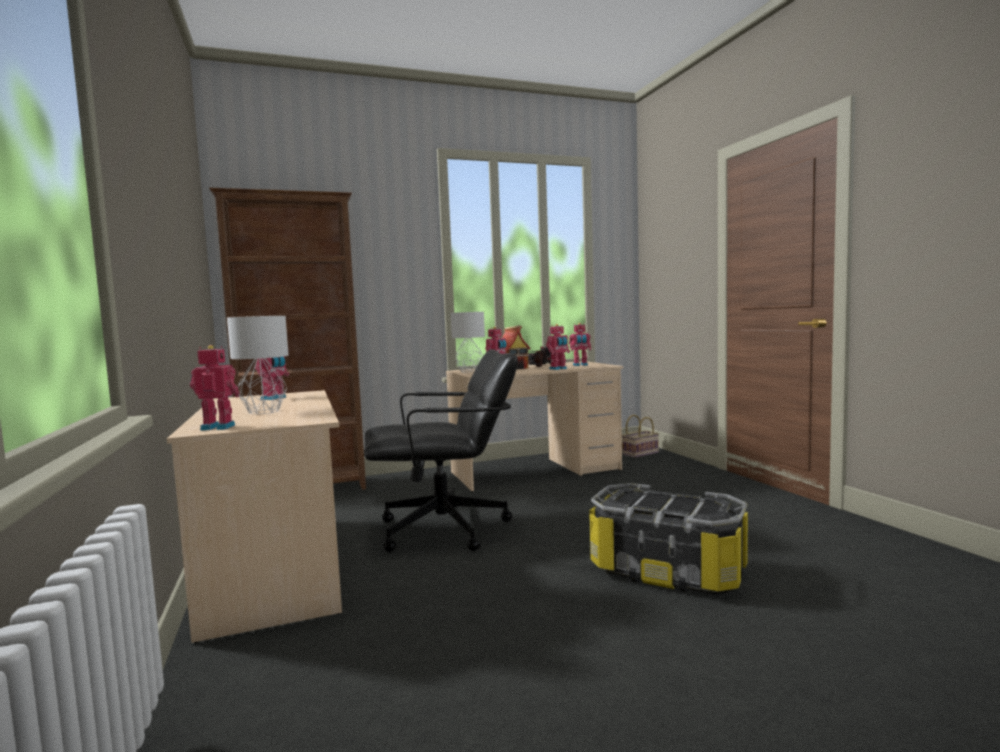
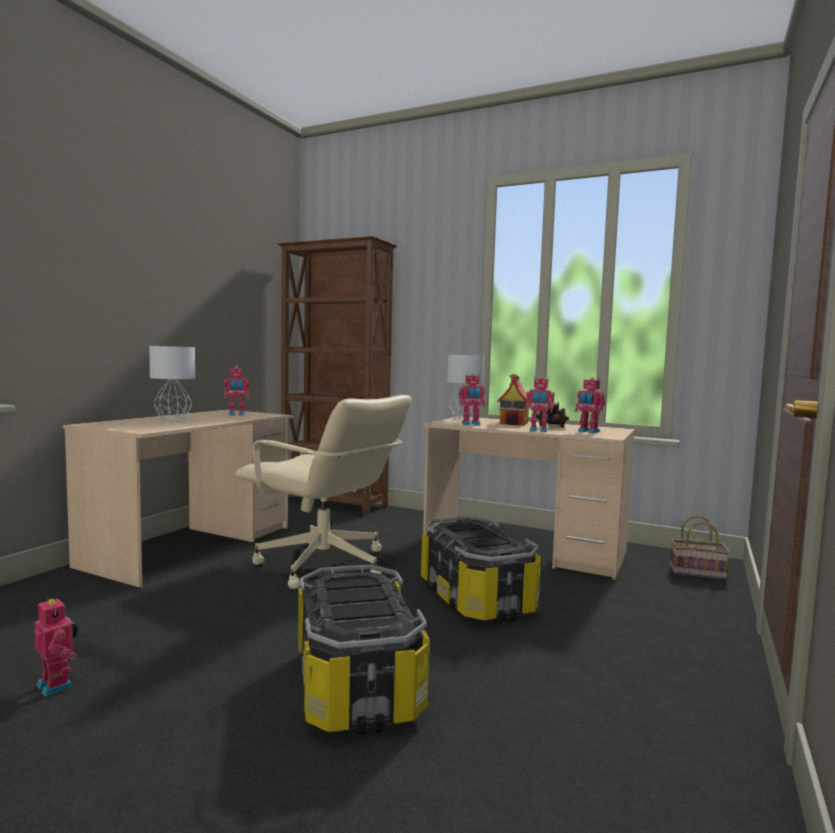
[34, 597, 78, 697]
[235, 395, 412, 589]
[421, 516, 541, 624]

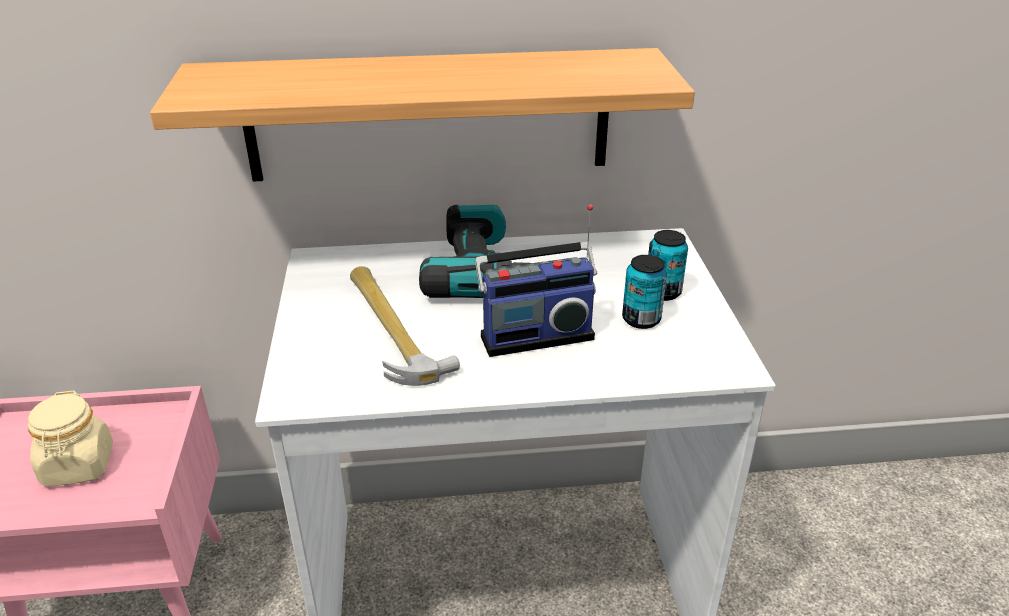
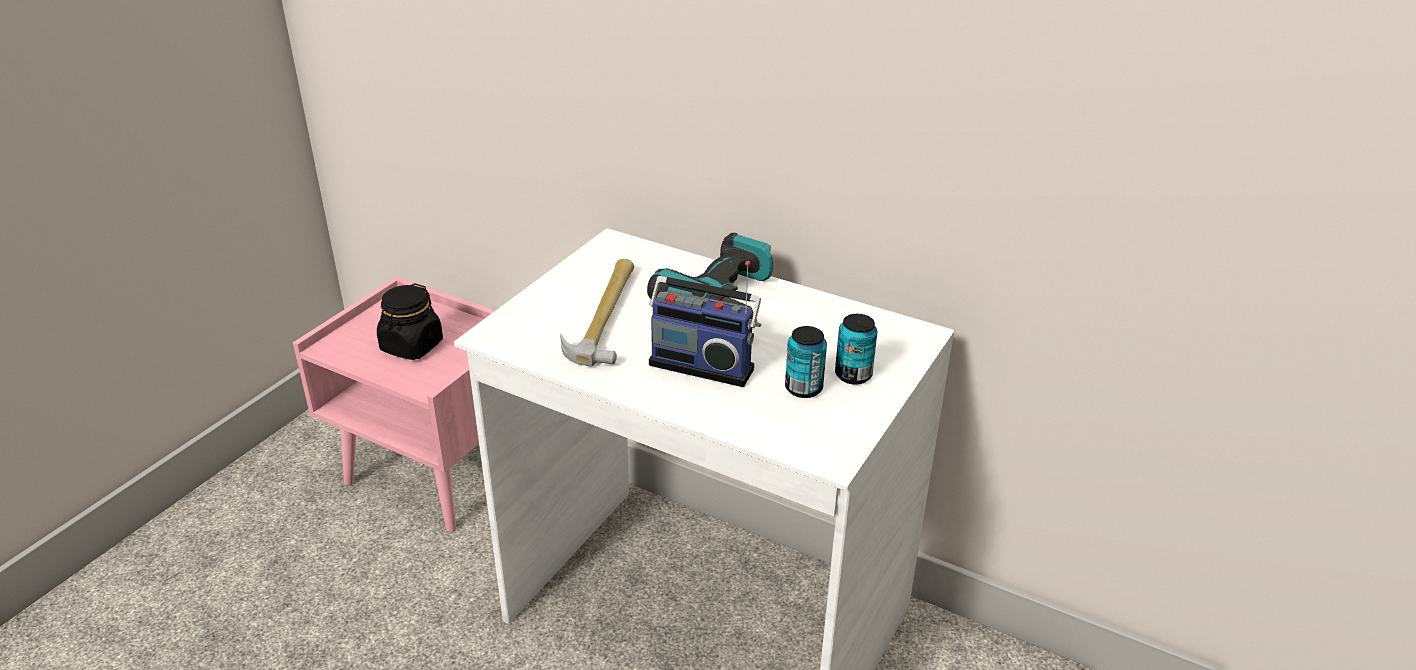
[377, 283, 443, 360]
[150, 48, 695, 182] (first image)

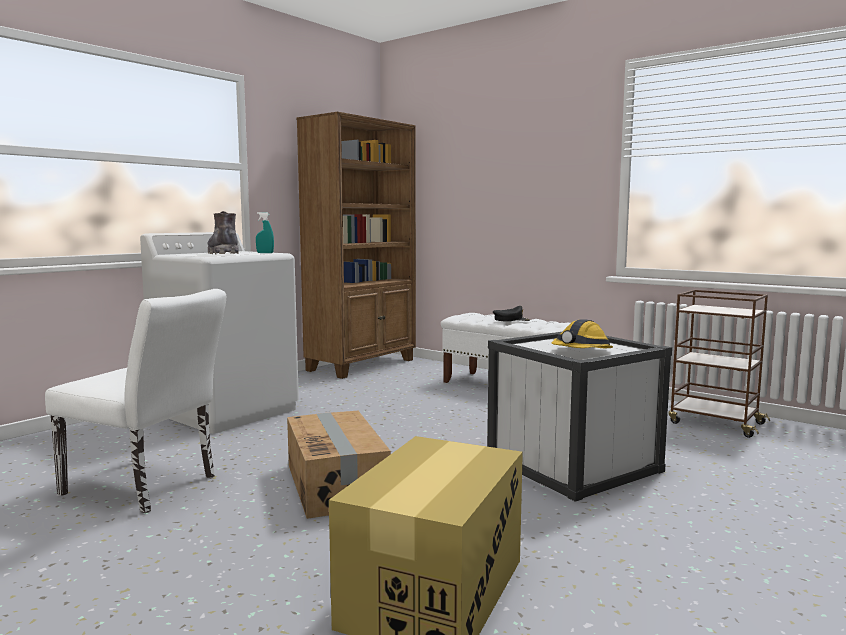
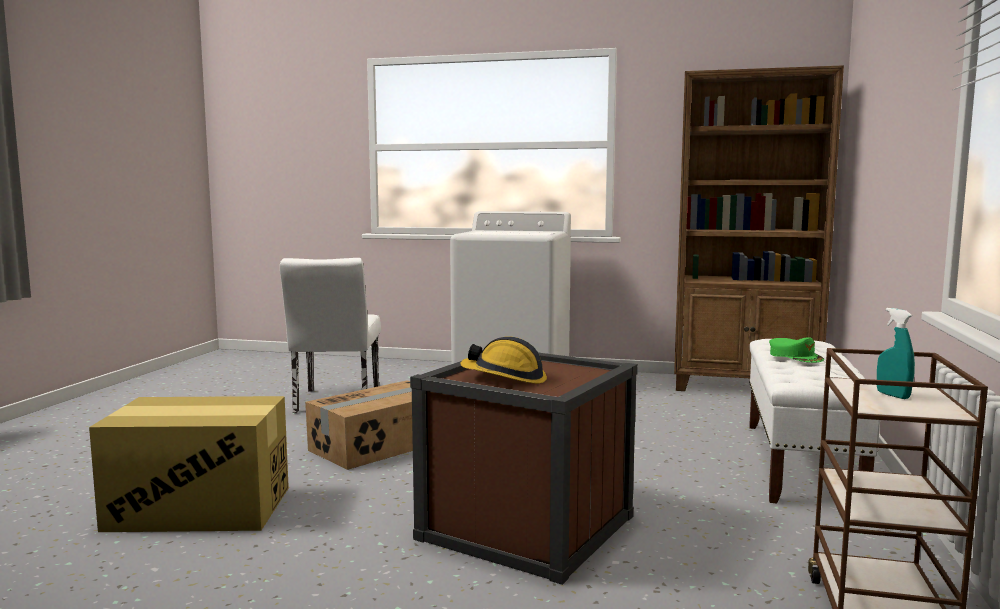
[208, 211, 239, 254] (first image)
[877, 308, 915, 399]
[410, 353, 638, 585]
[769, 337, 824, 363]

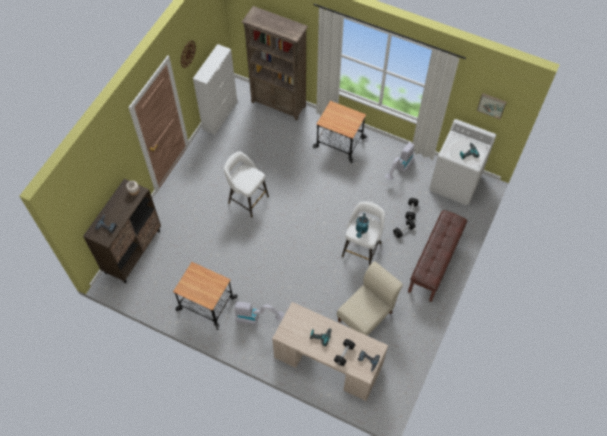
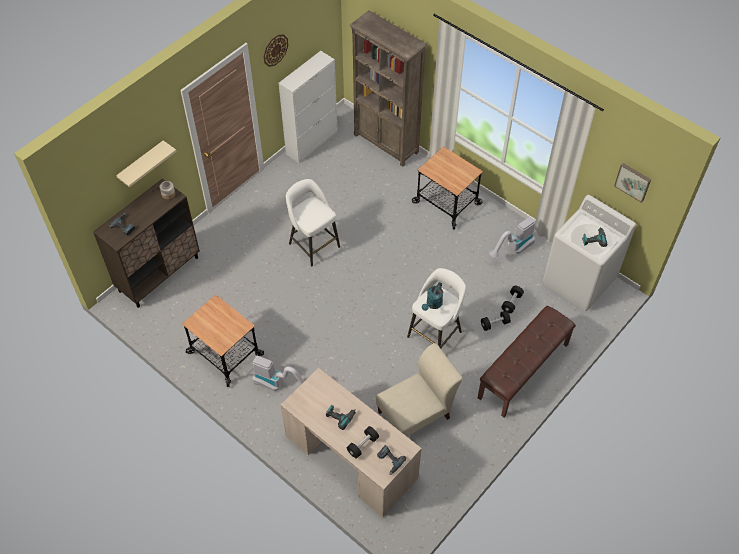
[116, 140, 177, 187]

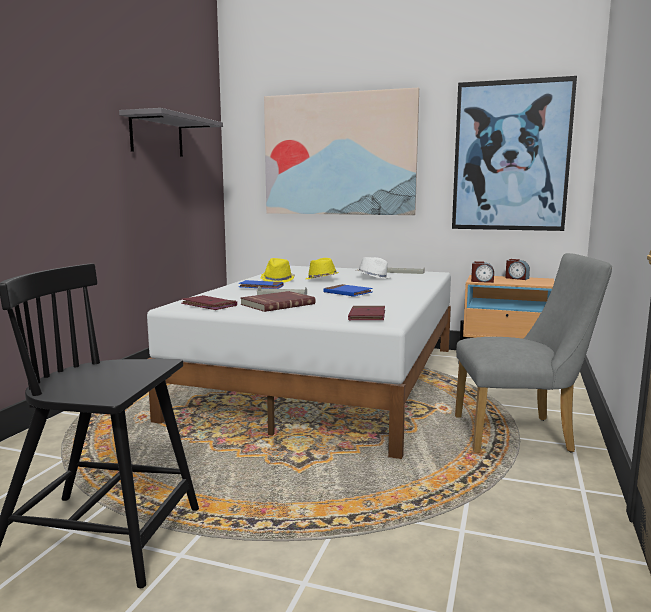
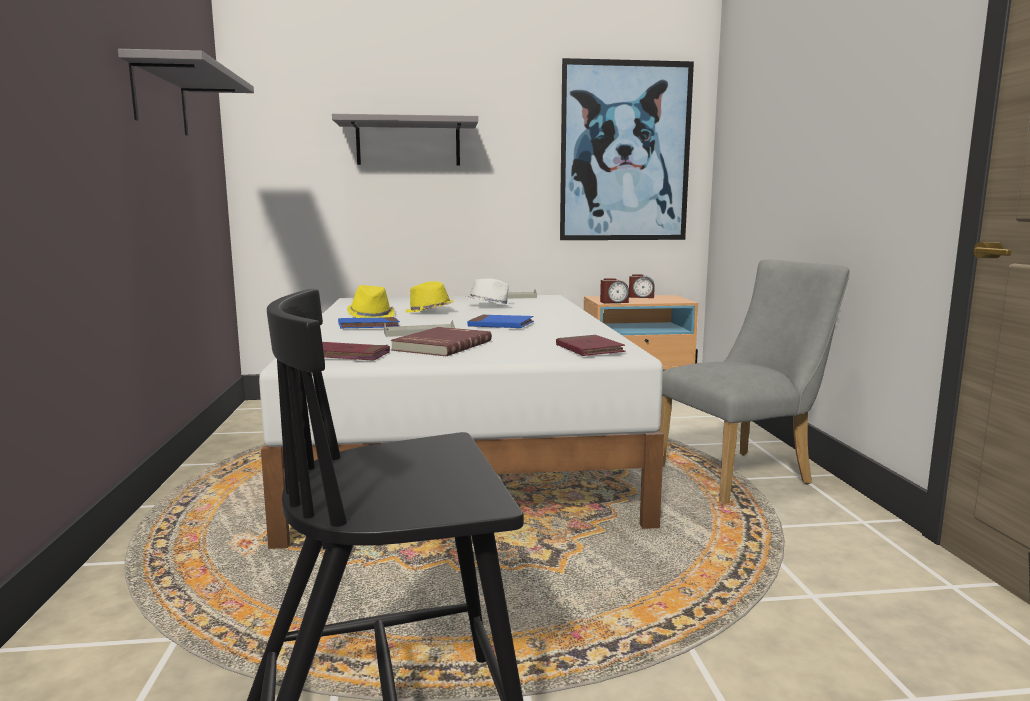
[332, 114, 478, 166]

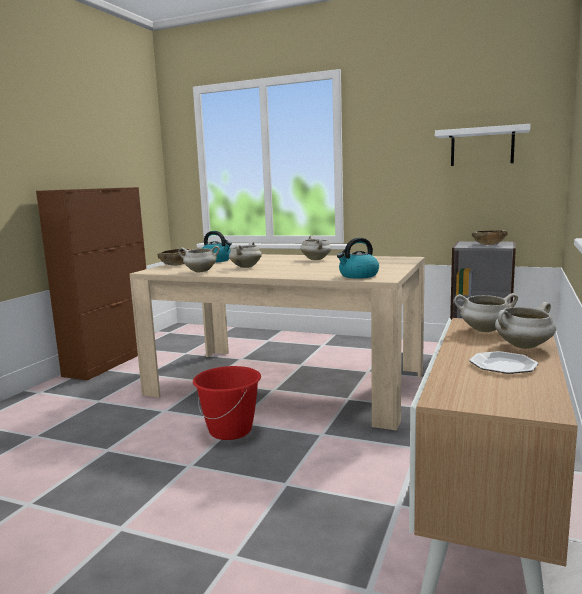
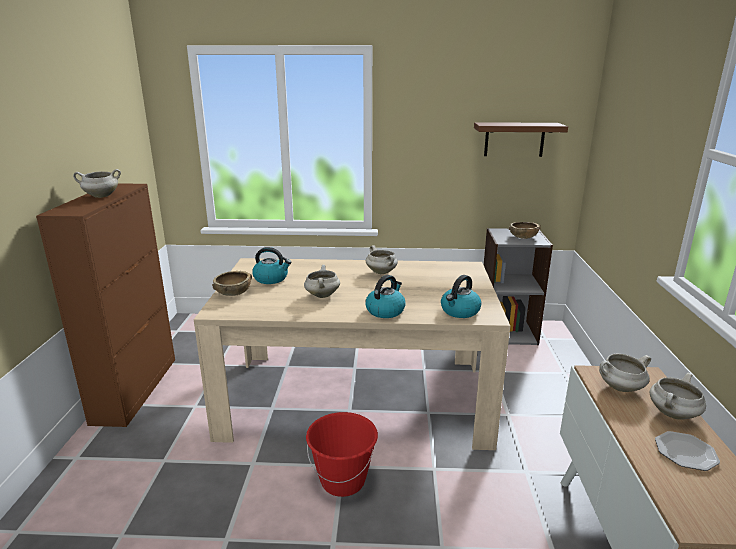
[73, 169, 121, 198]
[474, 122, 568, 157]
[365, 275, 406, 318]

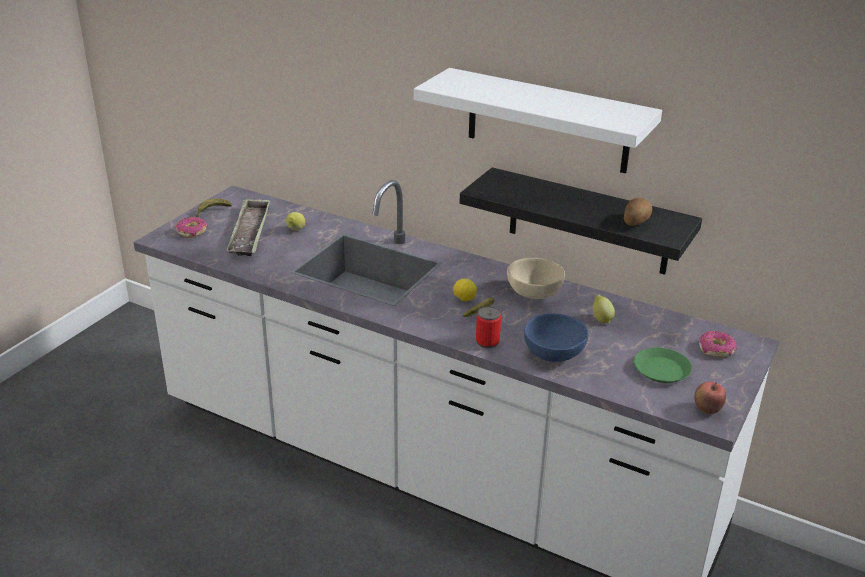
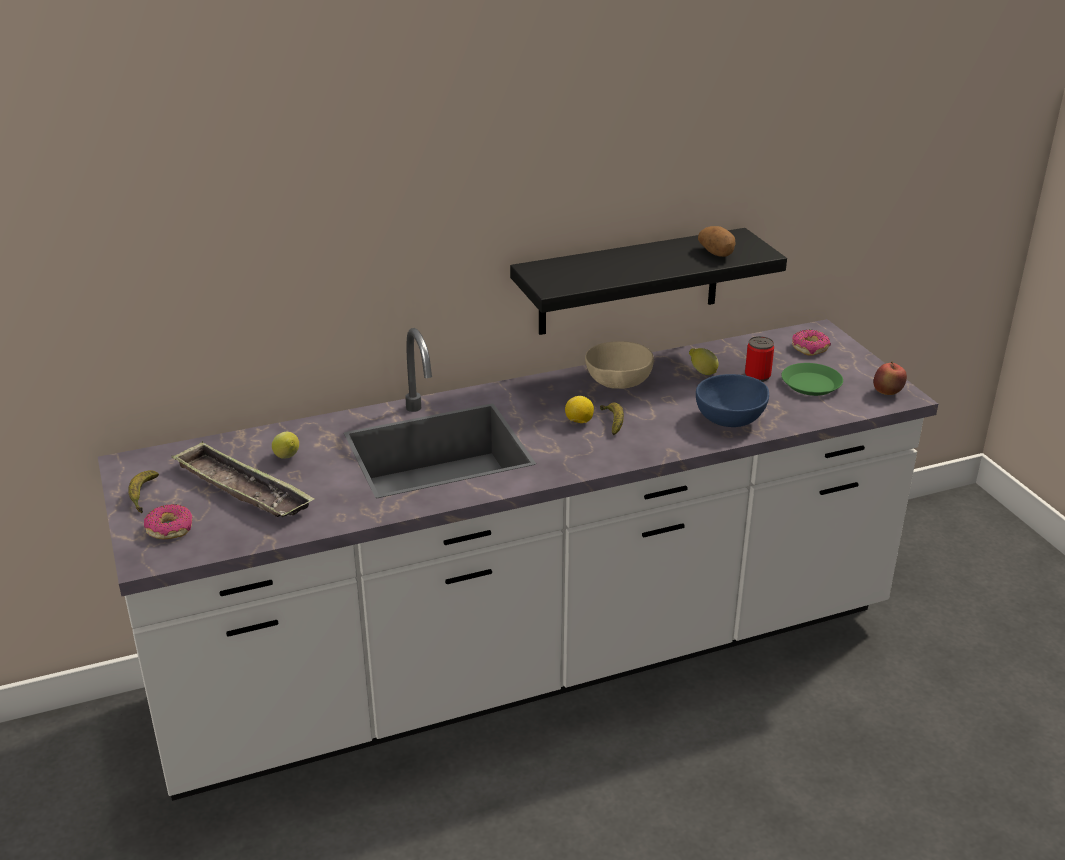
[414, 68, 662, 173] (first image)
[745, 336, 774, 382]

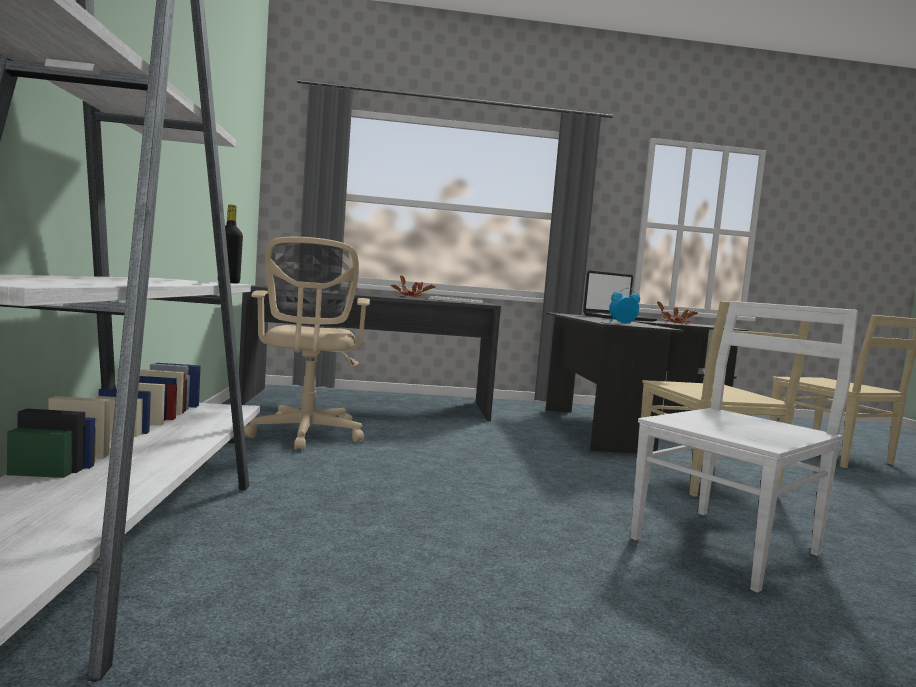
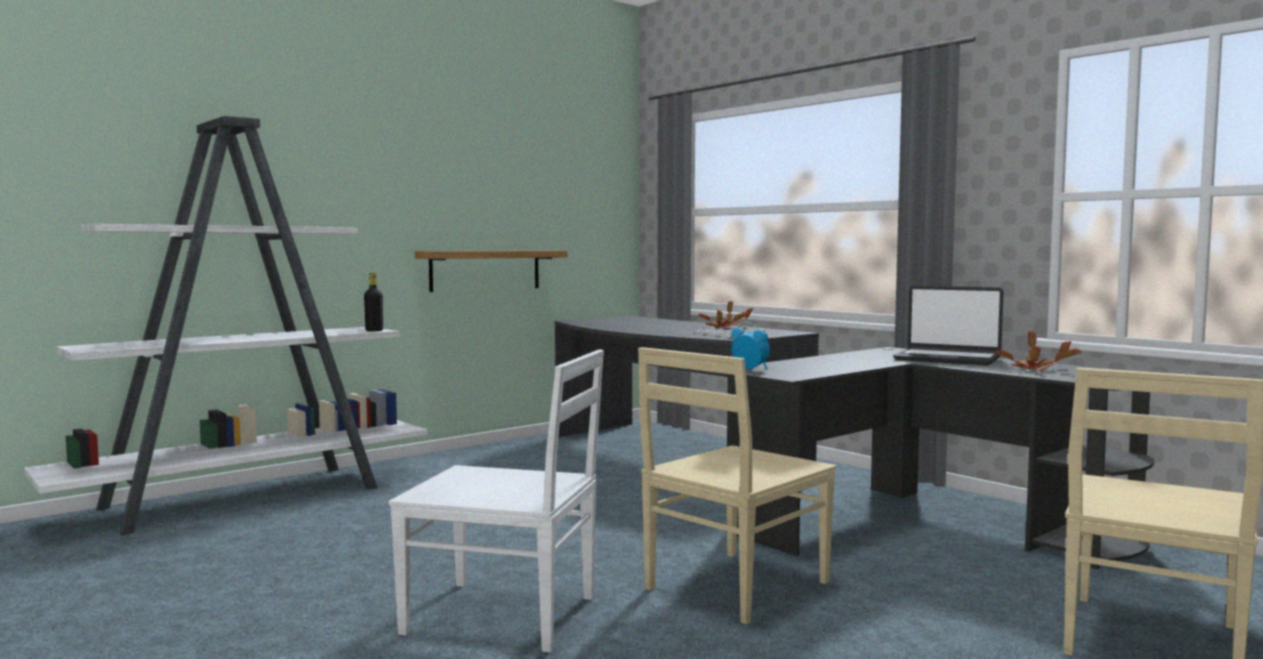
[244, 237, 370, 451] (first image)
[415, 250, 568, 292]

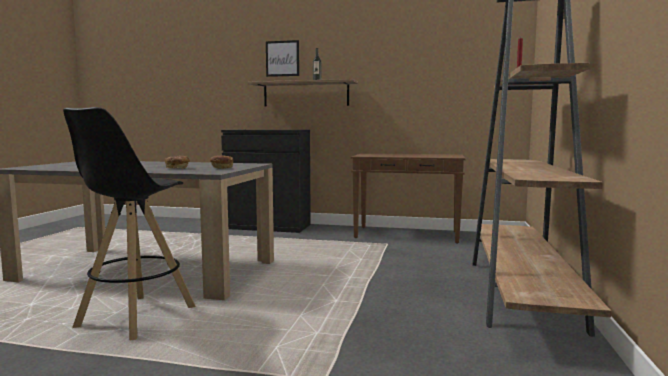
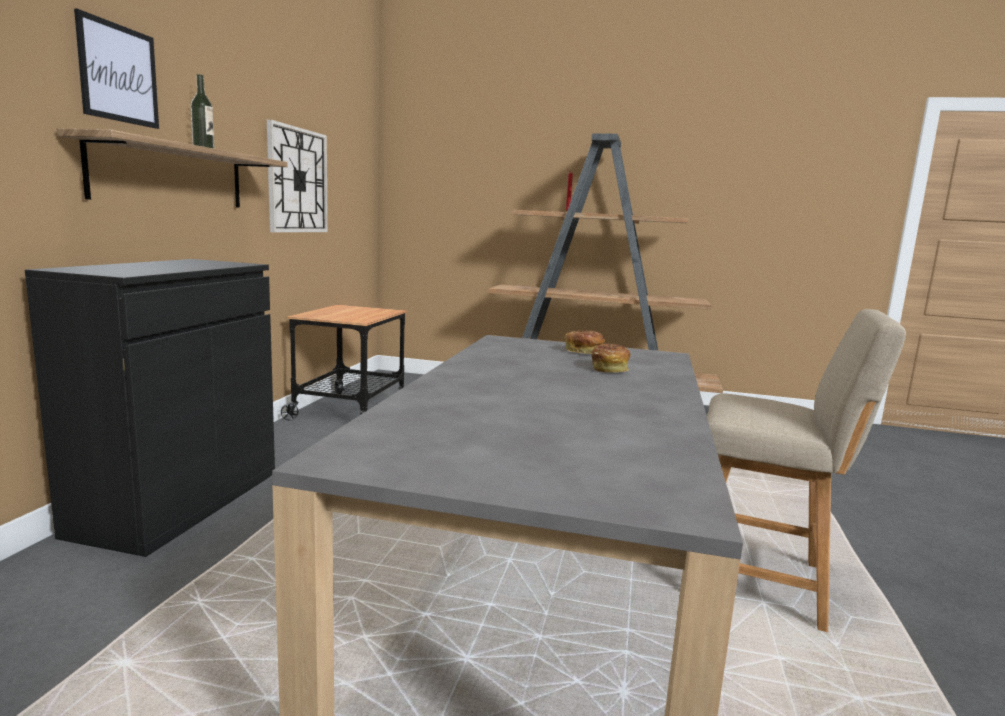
[707, 309, 906, 632]
[281, 305, 407, 420]
[267, 119, 328, 233]

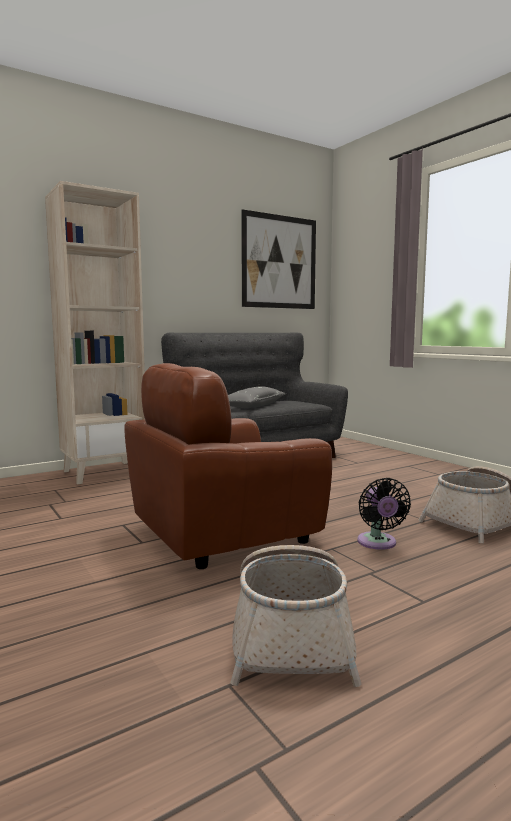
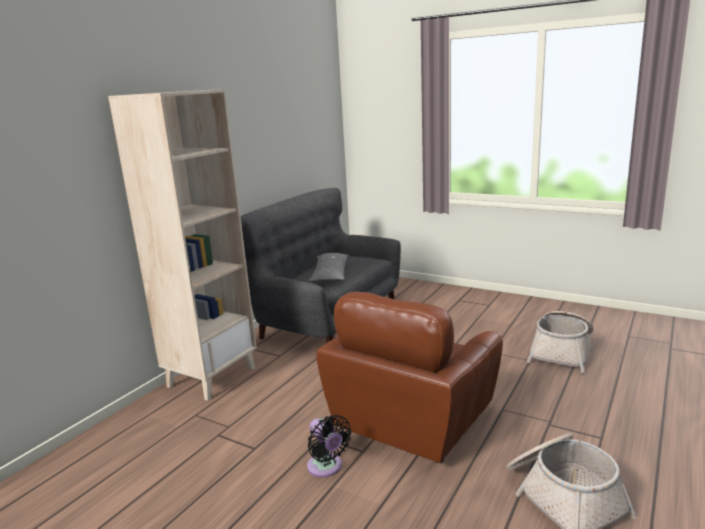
[241, 209, 316, 309] (first image)
[307, 415, 351, 477]

